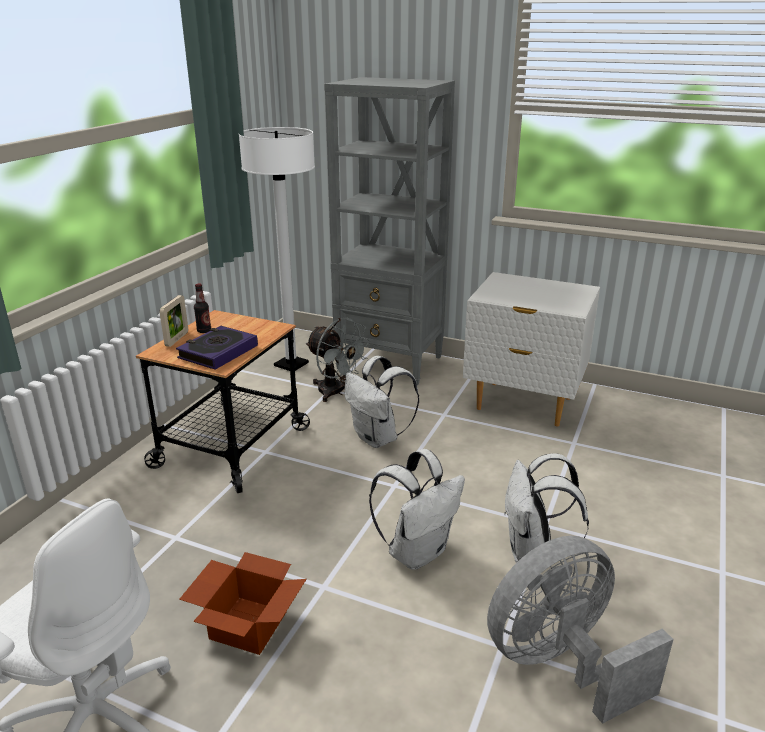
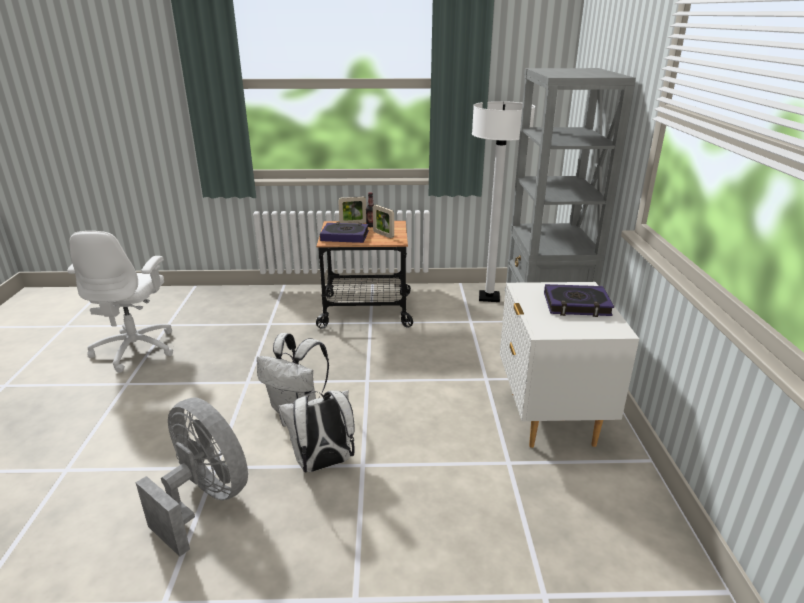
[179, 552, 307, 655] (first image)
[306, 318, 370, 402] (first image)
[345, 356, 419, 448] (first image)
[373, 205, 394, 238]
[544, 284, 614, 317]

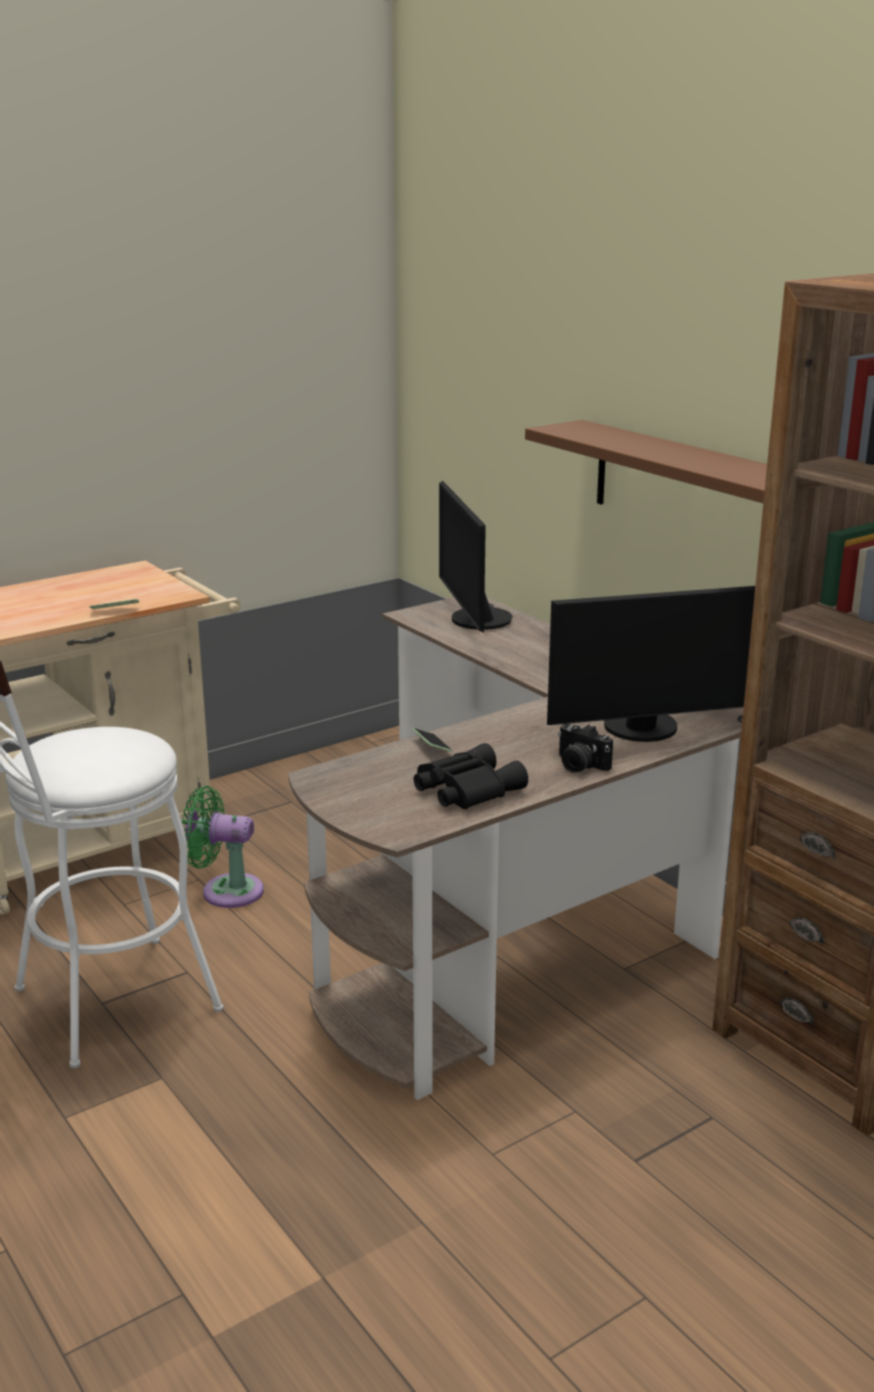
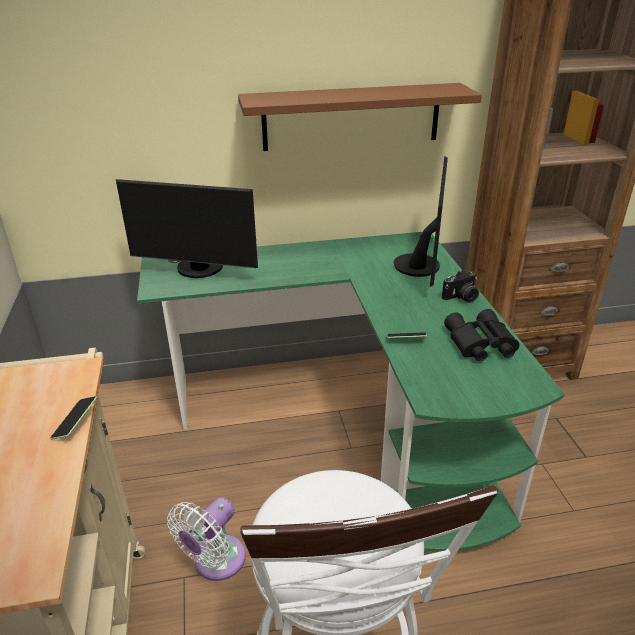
[167, 497, 246, 581]
[137, 232, 565, 552]

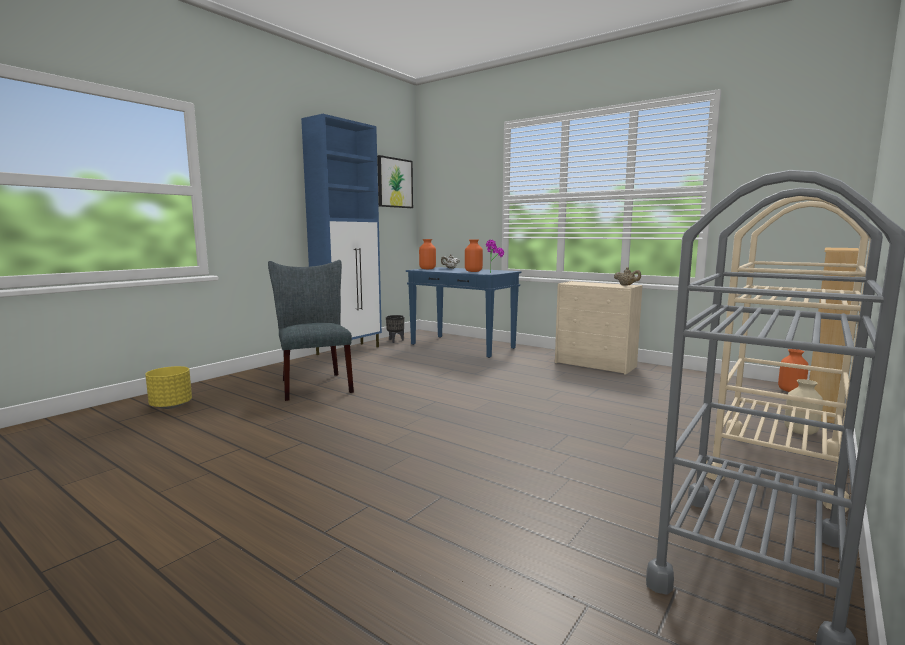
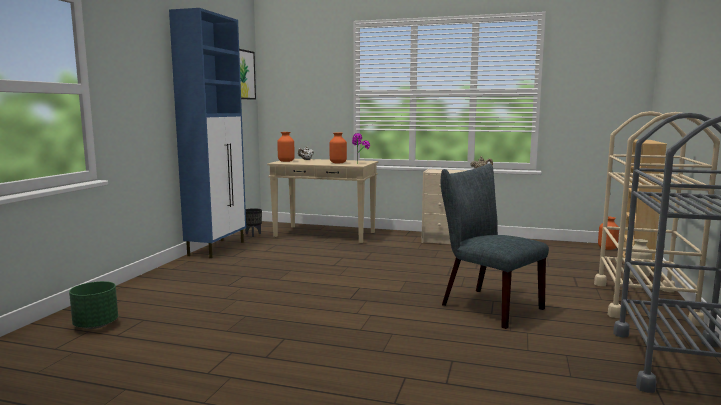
[69, 281, 118, 329]
[441, 164, 549, 329]
[267, 159, 378, 244]

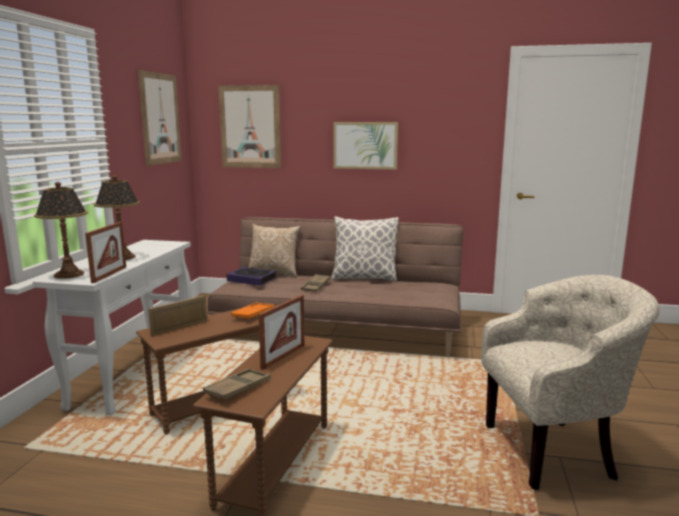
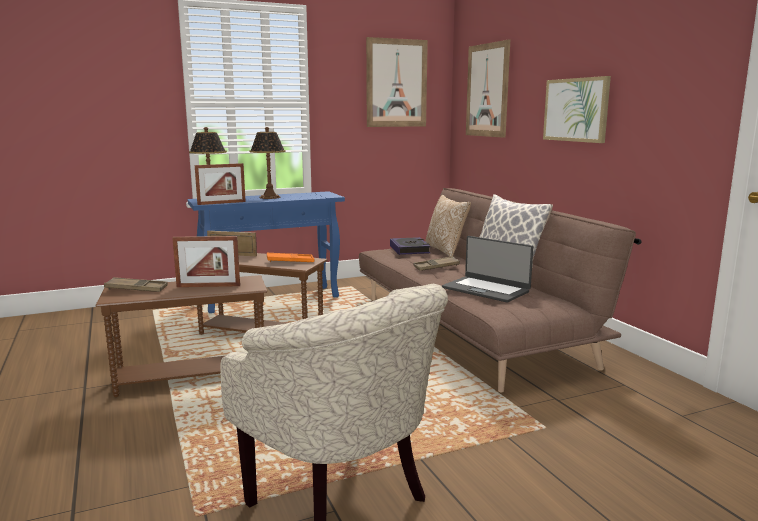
[187, 191, 345, 313]
[442, 236, 533, 302]

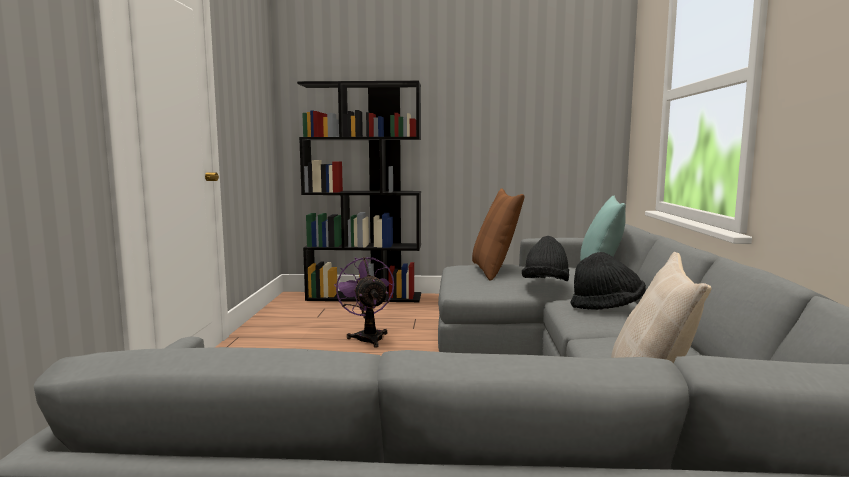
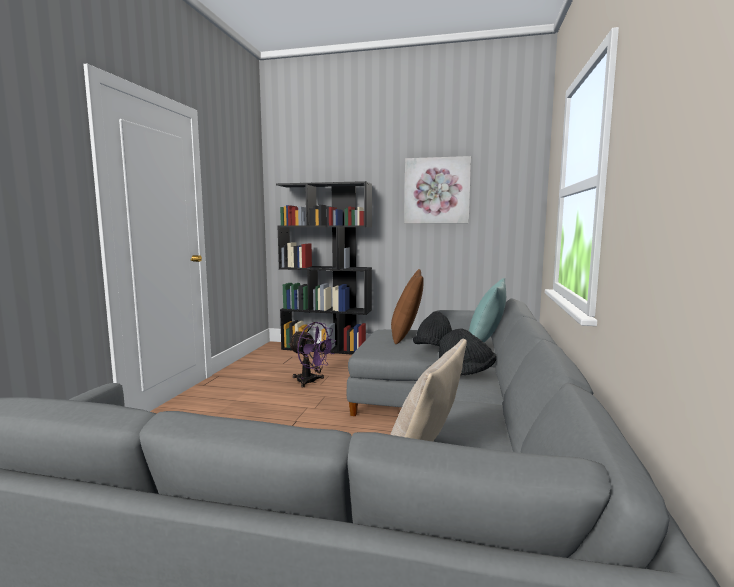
[288, 322, 336, 388]
[404, 156, 471, 223]

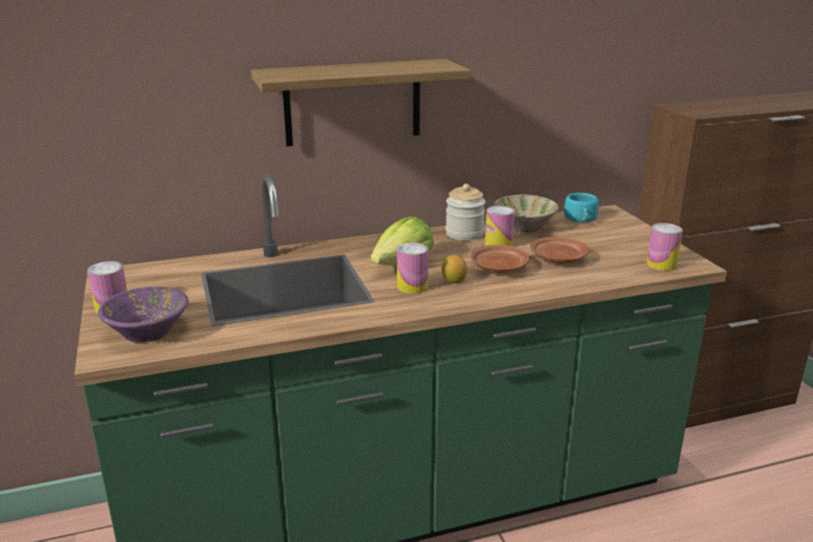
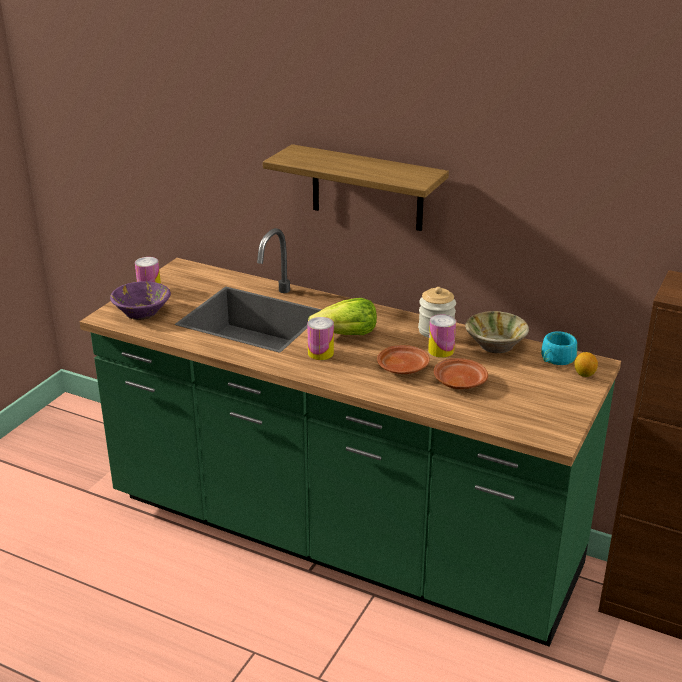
[574, 352, 598, 377]
[646, 223, 683, 271] (first image)

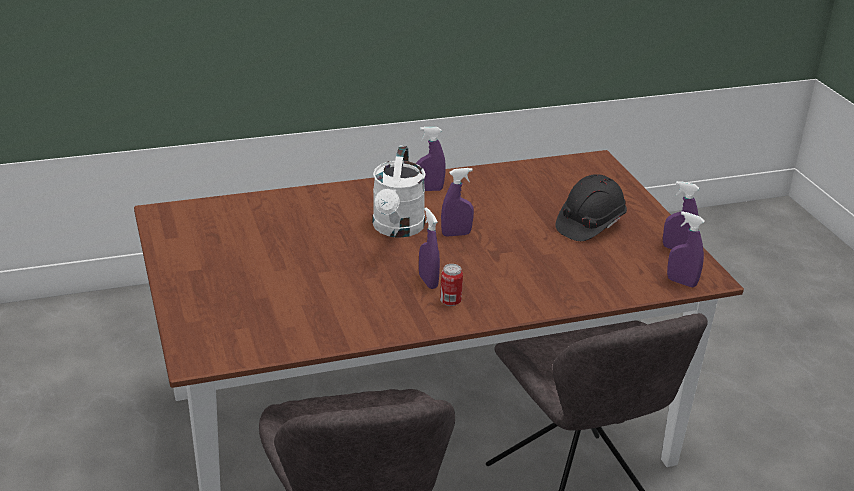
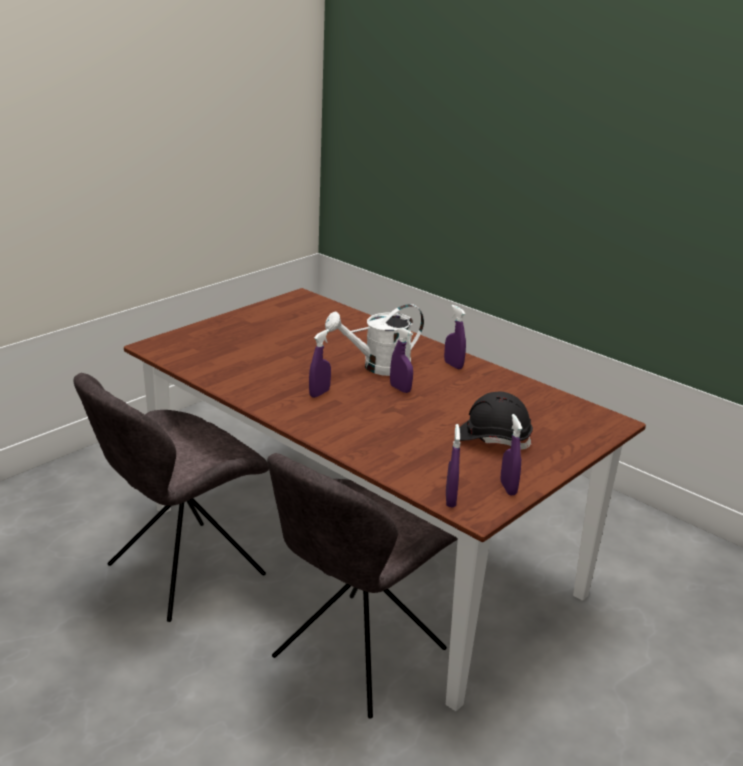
[440, 264, 463, 306] (first image)

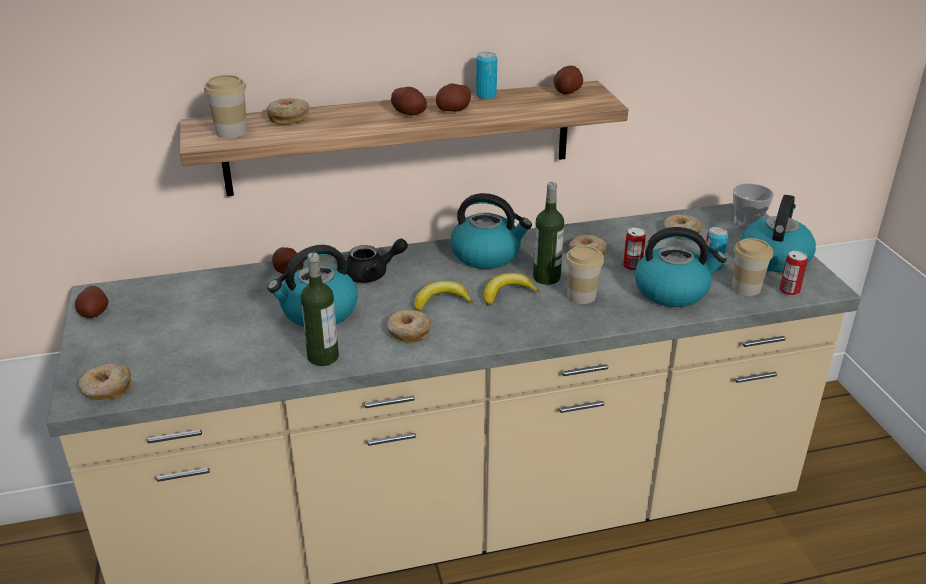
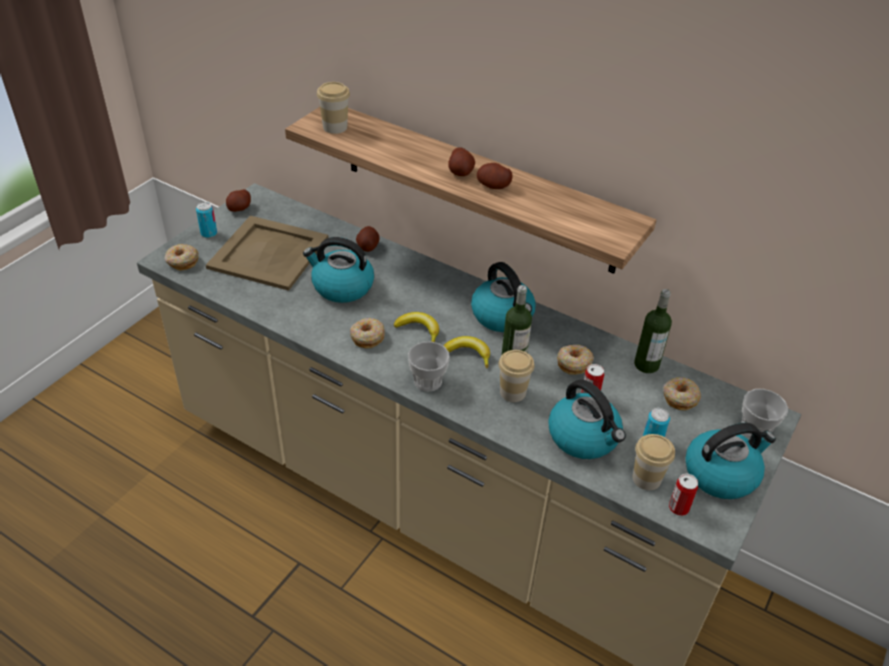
[267, 98, 310, 125] (first image)
[634, 289, 672, 373]
[346, 238, 408, 283] (first image)
[196, 202, 217, 238]
[553, 66, 583, 94] (first image)
[206, 216, 329, 291]
[408, 342, 450, 392]

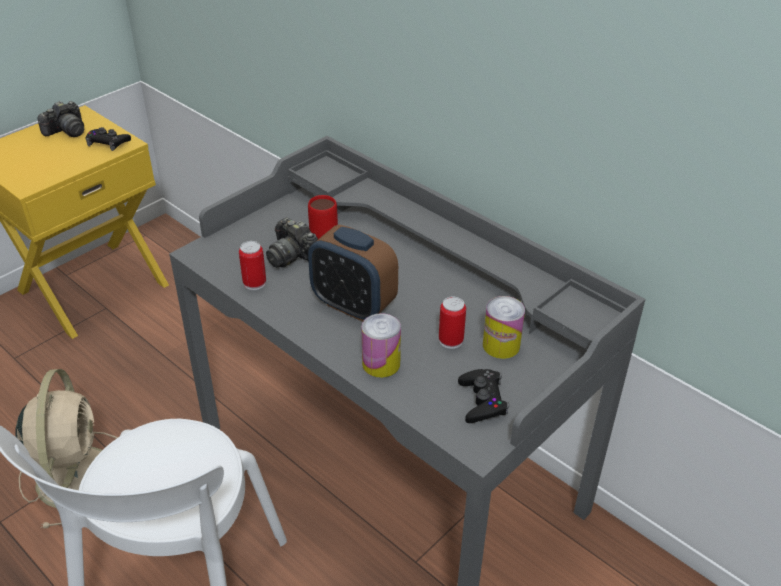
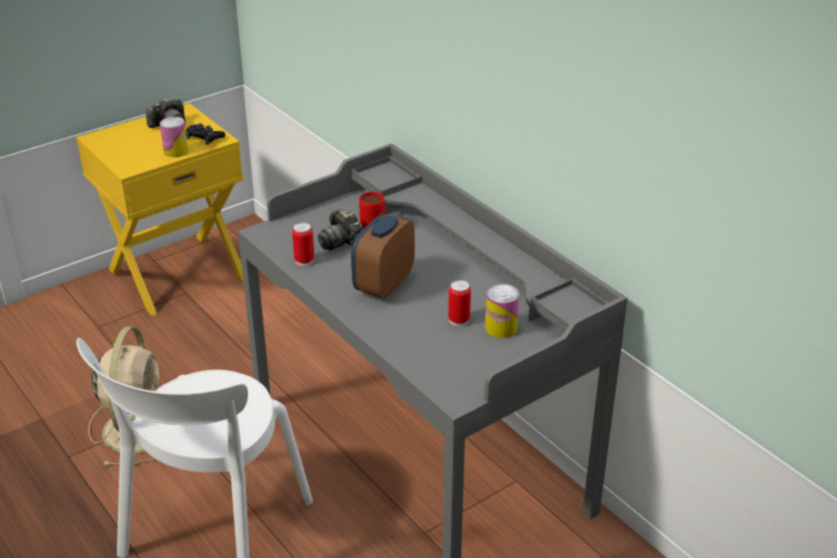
[351, 214, 415, 299]
[160, 117, 188, 157]
[458, 369, 509, 423] (first image)

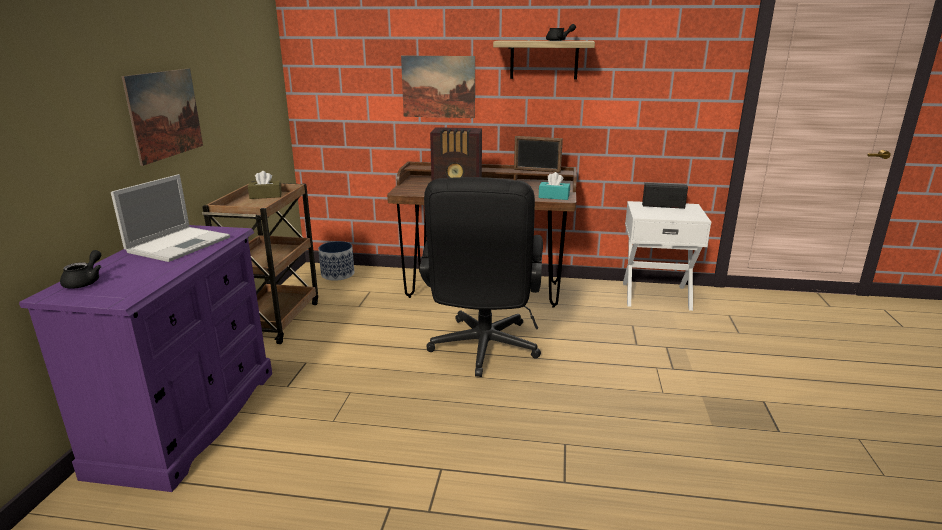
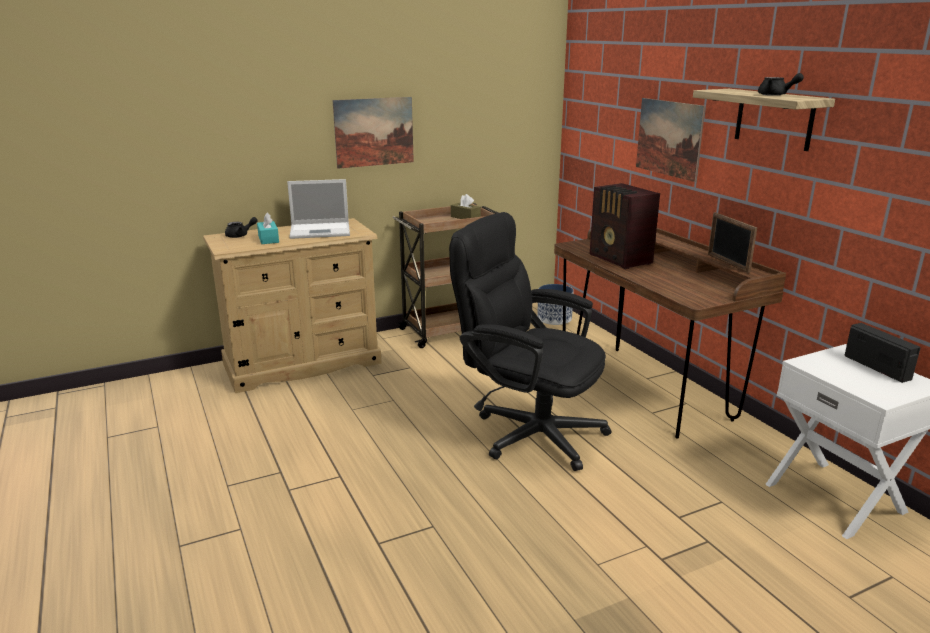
[203, 218, 381, 393]
[449, 212, 612, 471]
[257, 212, 279, 244]

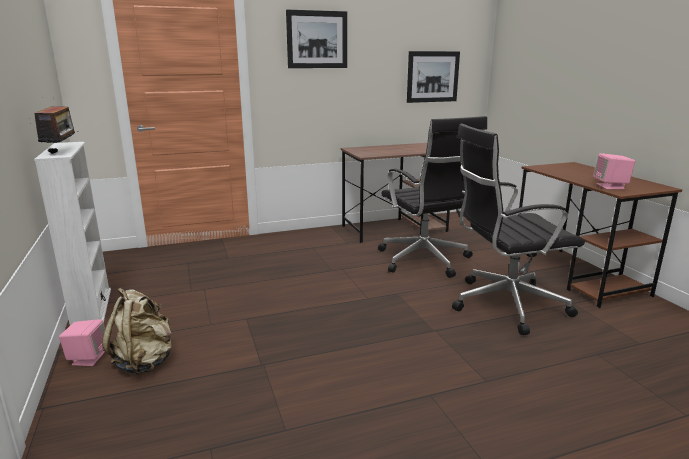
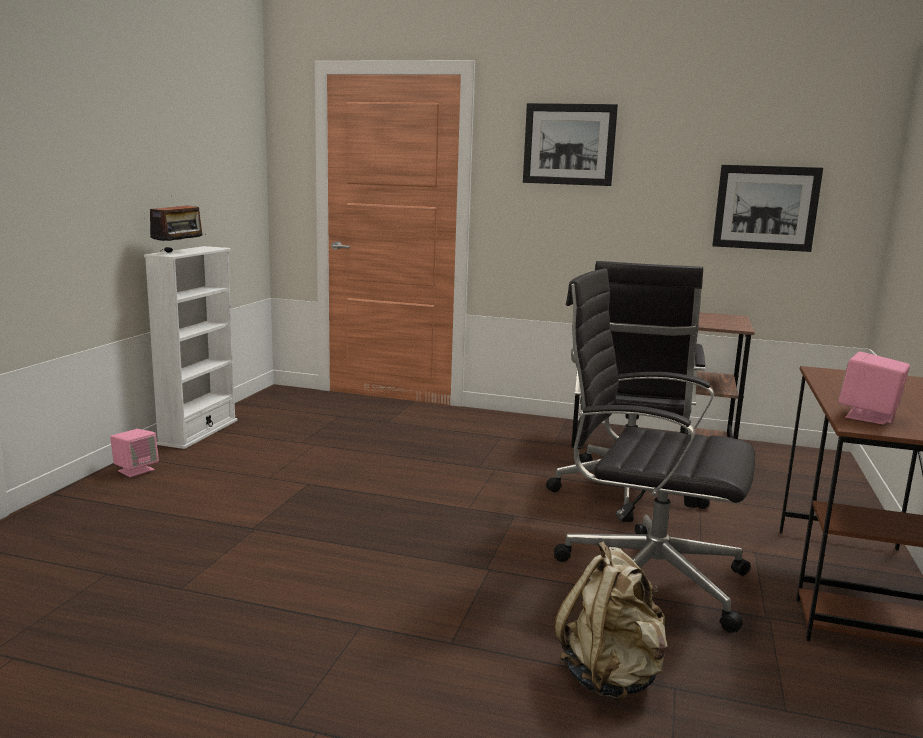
[554, 541, 668, 701]

